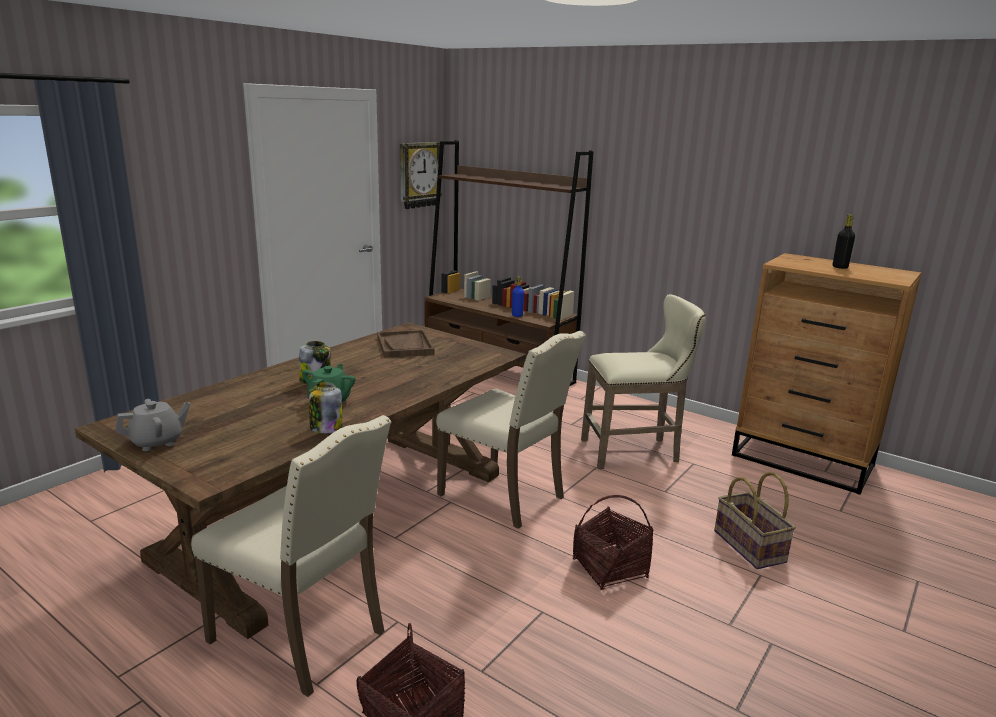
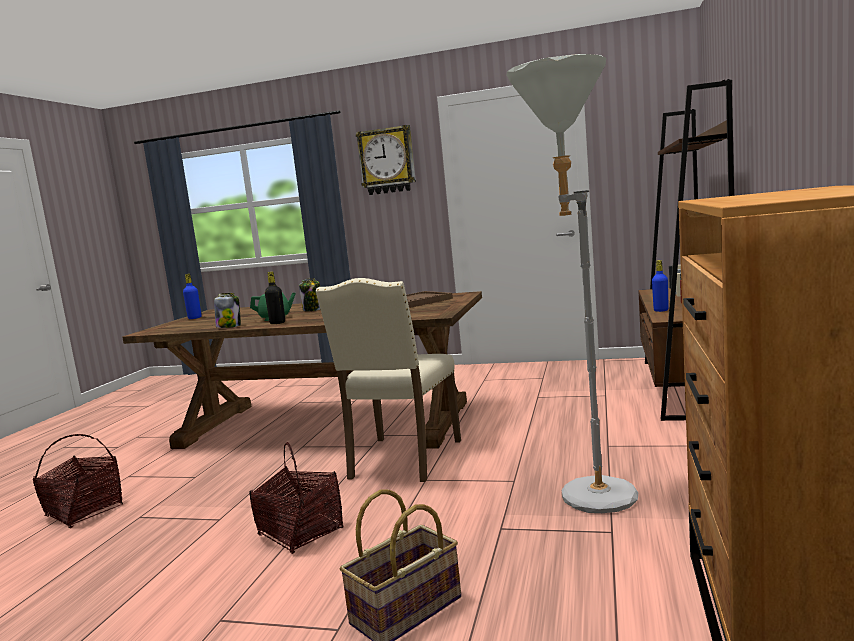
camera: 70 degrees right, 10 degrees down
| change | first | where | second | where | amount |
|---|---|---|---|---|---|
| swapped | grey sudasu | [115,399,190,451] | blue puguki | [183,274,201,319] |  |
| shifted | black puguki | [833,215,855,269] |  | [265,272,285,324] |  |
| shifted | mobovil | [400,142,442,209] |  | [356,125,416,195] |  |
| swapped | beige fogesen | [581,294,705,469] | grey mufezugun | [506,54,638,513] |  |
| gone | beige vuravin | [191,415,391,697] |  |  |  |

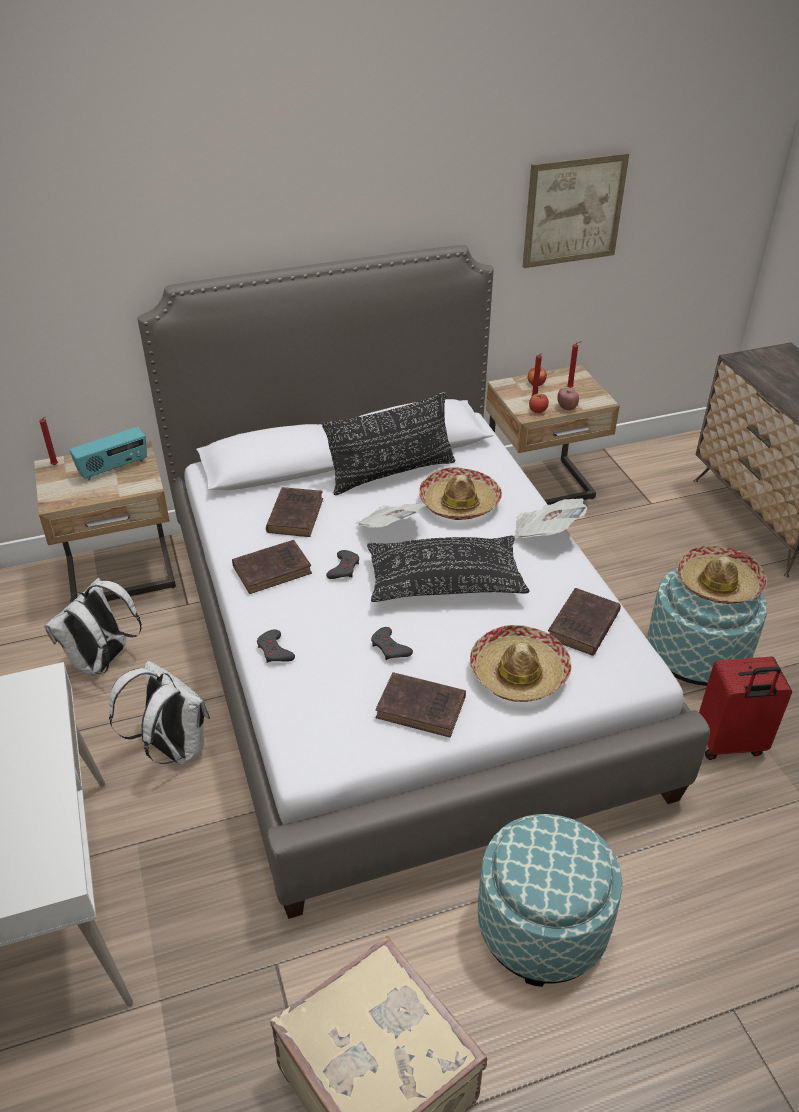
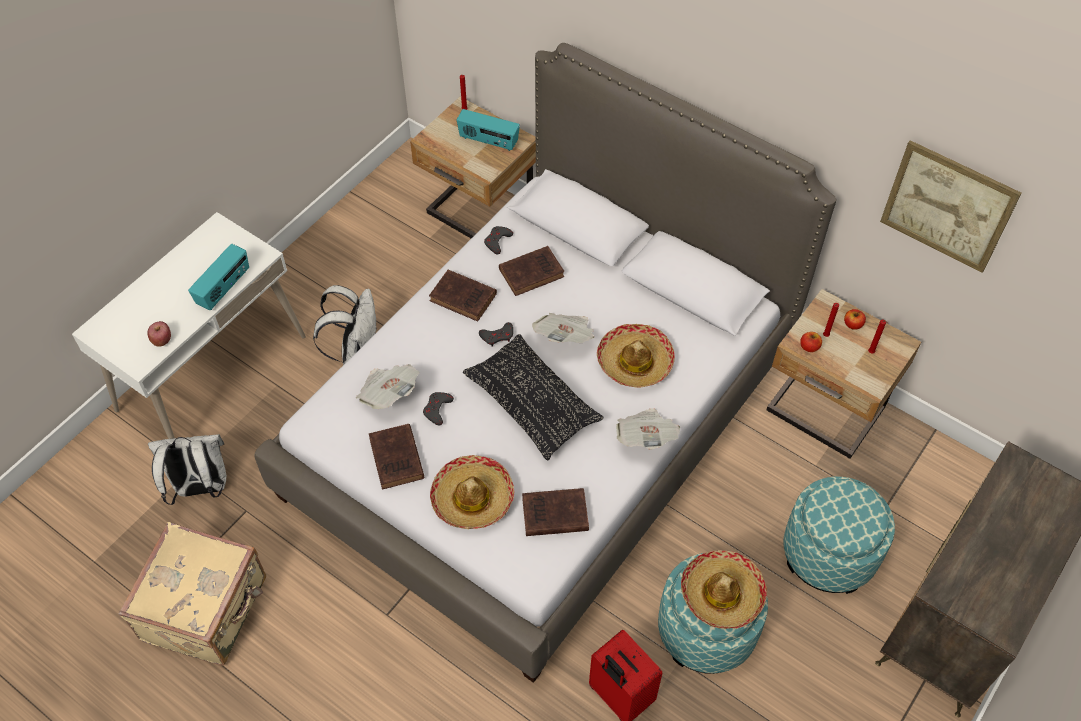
camera: 55 degrees right, 15 degrees up
| change | first | where | second | where | amount |
|---|---|---|---|---|---|
| shifted | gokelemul | [557,388,579,410] |  | [147,321,171,347] |  |
| shifted | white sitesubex | [45,578,142,676] |  | [148,434,227,505] |  |
| new |  |  | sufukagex | [188,244,249,310] |  |
| new |  |  | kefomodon | [356,364,419,409] |  |
| shifted | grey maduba | [257,629,295,663] |  | [484,226,513,255] |  |
| shifted | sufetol | [478,814,622,987] |  | [783,477,895,594] |  |
| gone | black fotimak | [322,392,455,495] |  |  |  |

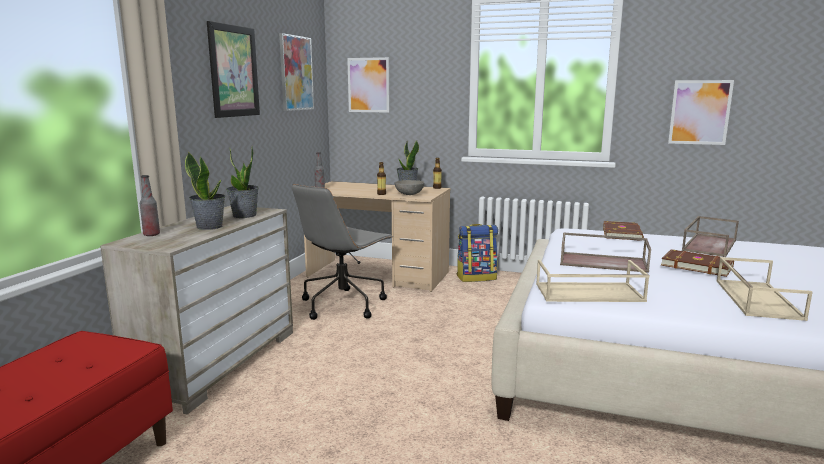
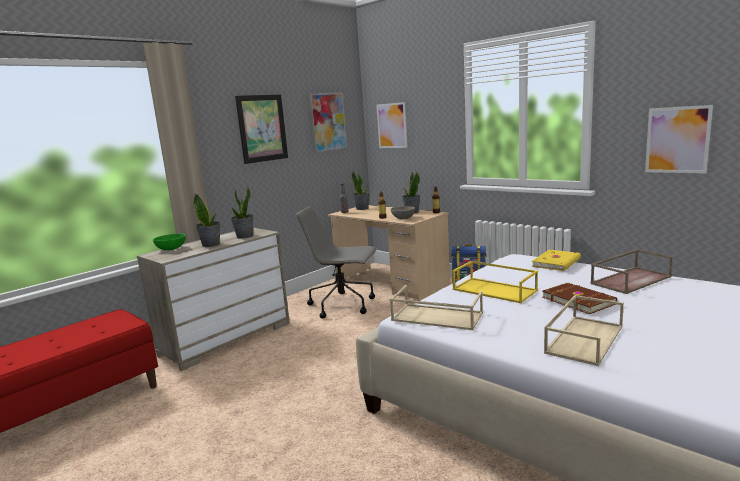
camera: 25 degrees right, 0 degrees up
| change | first | where | second | where | amount |
|---|---|---|---|---|---|
| swapped | puguki | [140,175,160,236] | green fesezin | [153,234,186,250] |  |
| rotated | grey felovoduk | [292,184,393,320] |  | [296,206,377,319] | 45 degrees clockwise |
| new |  |  | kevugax | [351,172,370,210] |  |
| repainted | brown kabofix | [560,233,651,273] | yellow kabofix | [452,261,538,303] |  |
| repainted | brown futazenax | [603,221,644,241] | yellow futazenax | [532,249,581,271] |  |

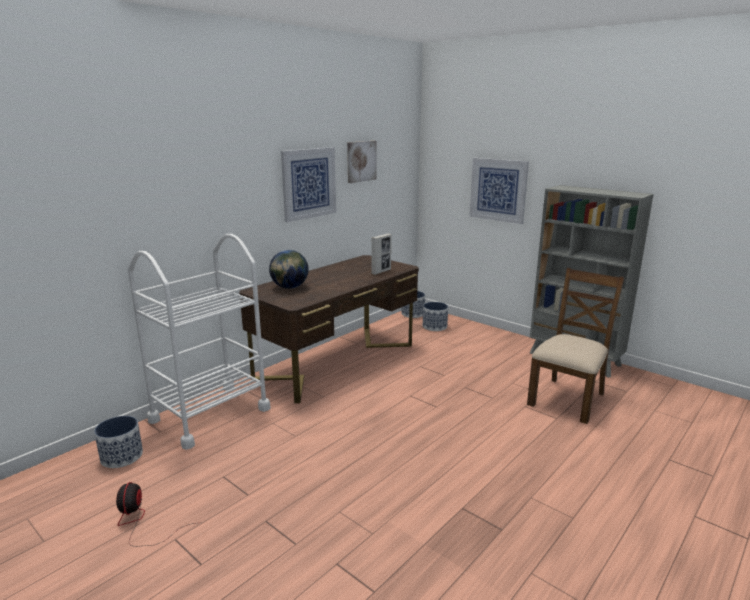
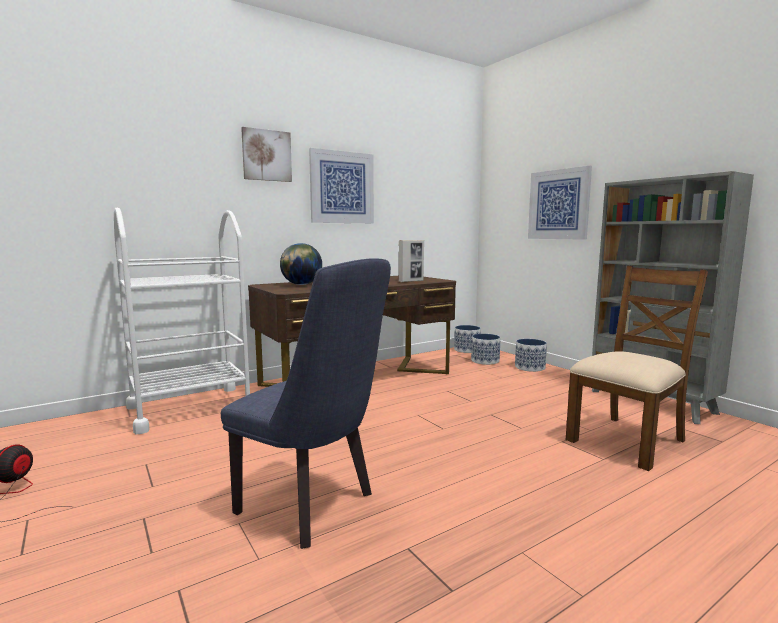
camera: 15 degrees right, 10 degrees down
| change | first | where | second | where | amount |
|---|---|---|---|---|---|
| new |  |  | blue vuravin | [221,258,391,549] |  |
| shifted | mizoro | [347,141,376,183] |  | [241,127,292,182] |  |
| shifted | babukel | [94,416,143,468] |  | [515,339,547,372] |  |

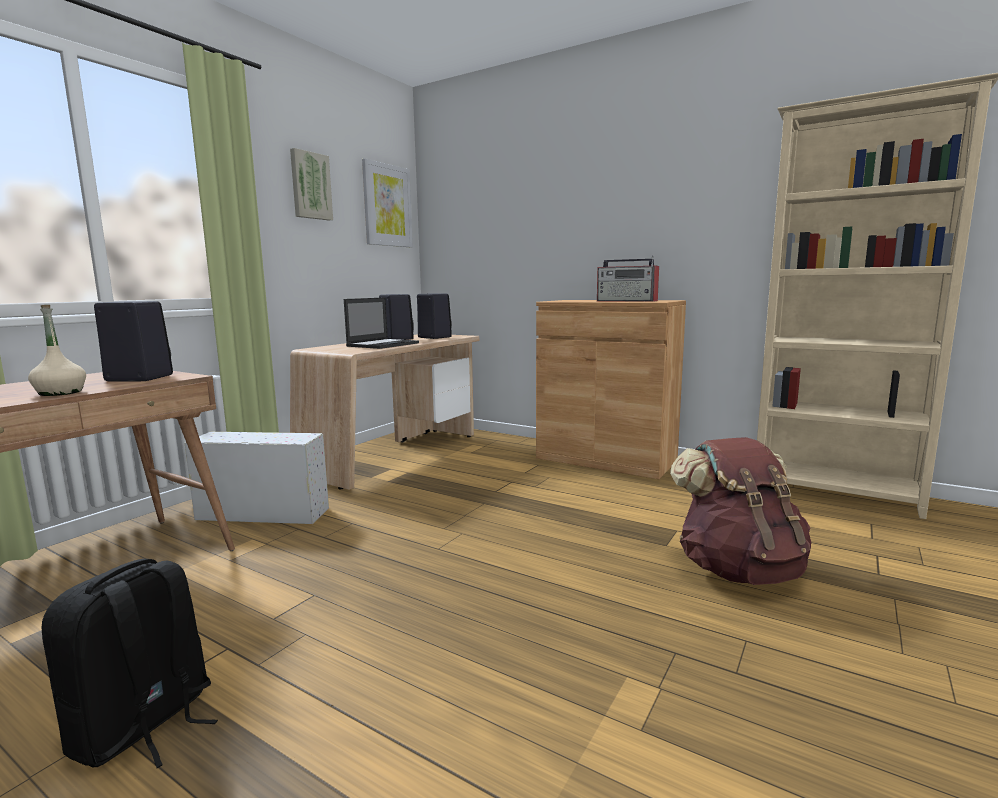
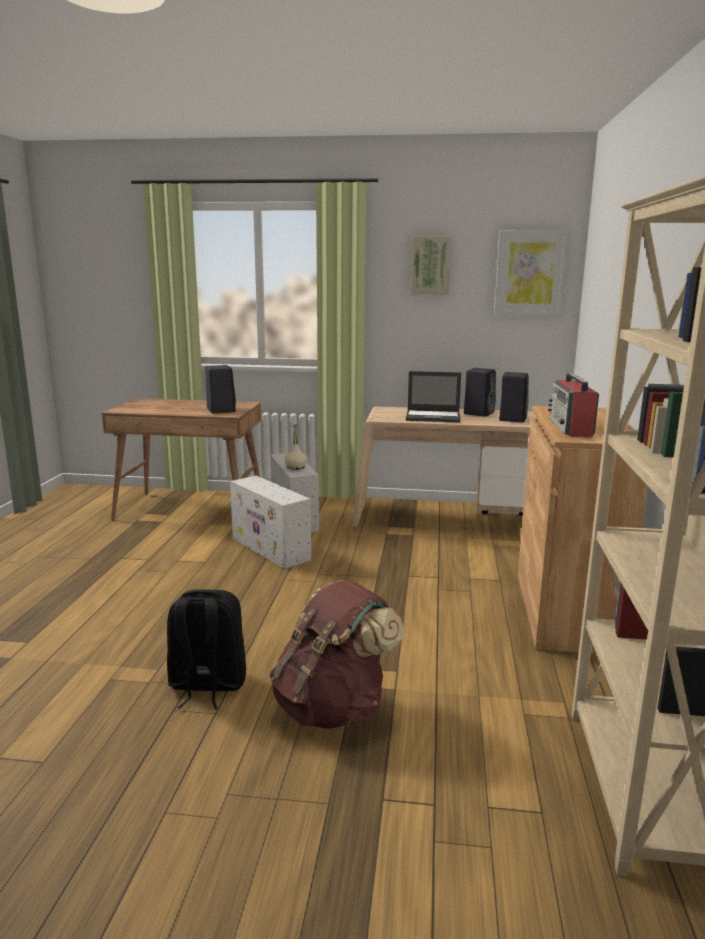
camera: 65 degrees right, 5 degrees up
| change | first | where | second | where | amount |
|---|---|---|---|---|---|
| shifted | black sitesubex | [42,559,218,768] |  | [167,589,246,709] |  |
| new |  |  | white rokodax | [230,476,311,569] |  |
| shifted | beige puguki | [28,305,86,396] |  | [284,424,308,470] |  |

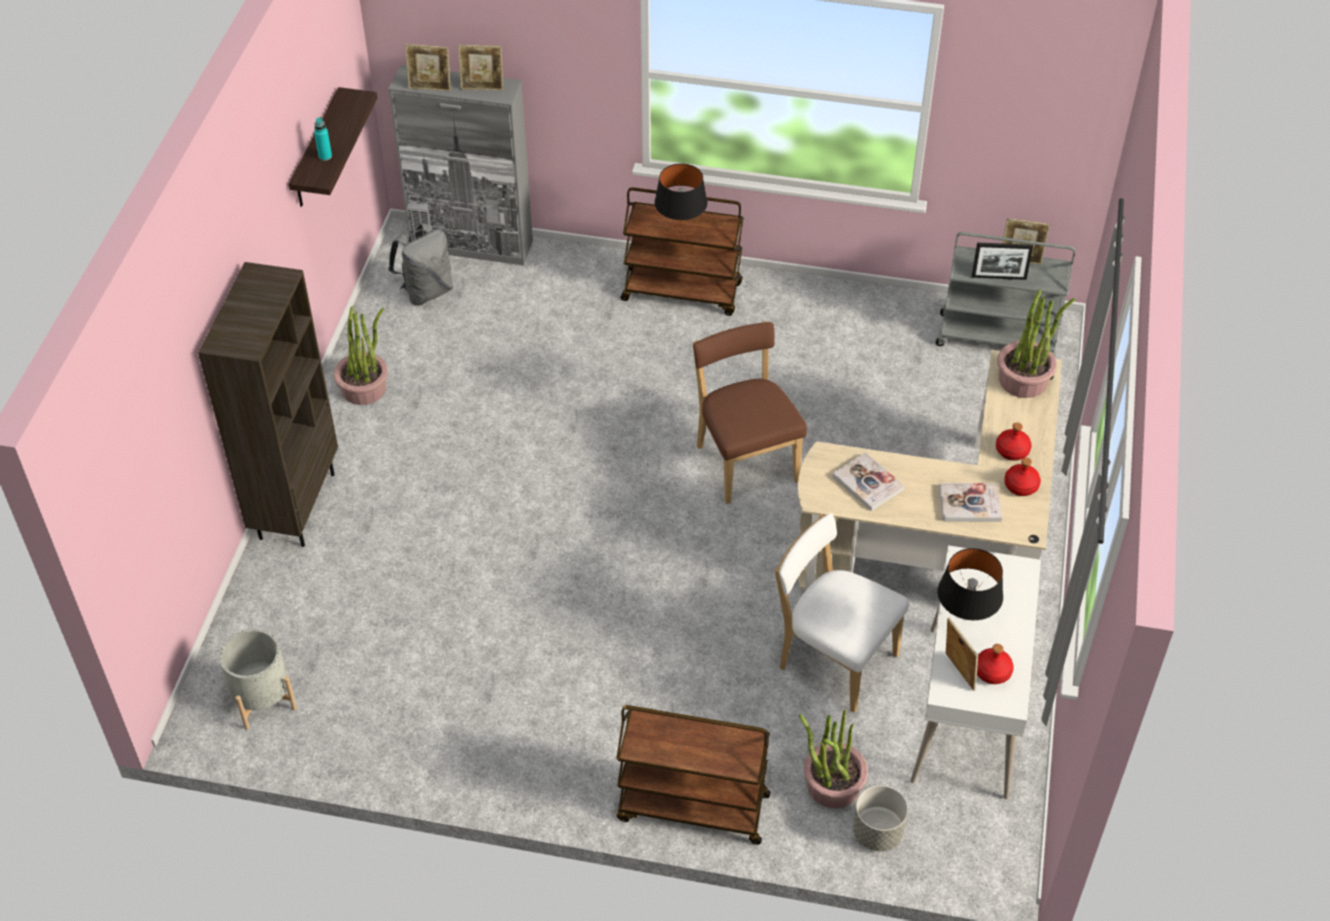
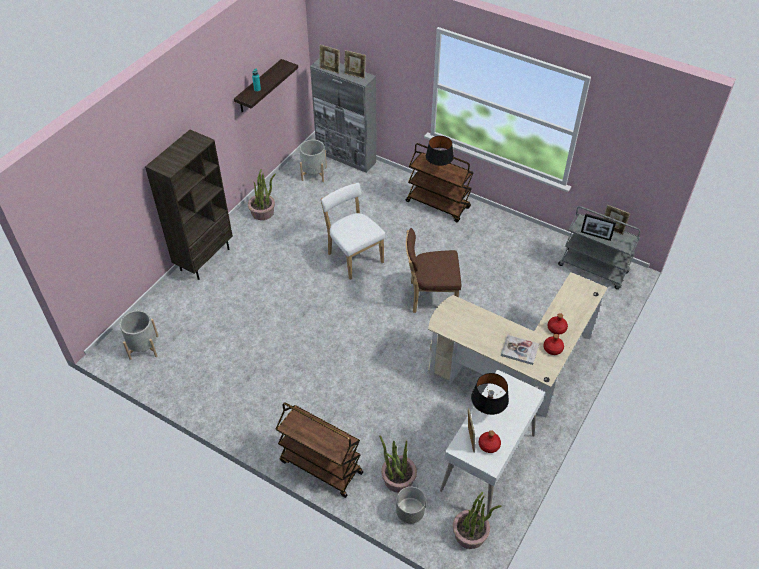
camera: 20 degrees right, 0 degrees up
| change | first | where | second | where | amount |
|---|---|---|---|---|---|
| swapped | grey sitesubex | [388,223,453,305] | grey babukel | [300,140,327,182] |  |
| shifted | white vuravin | [775,513,909,713] |  | [321,183,386,280] |  |
| rotated | brown vuravin | [693,322,807,504] |  | [406,228,461,313] | 90 degrees counterclockwise |
| shifted | kevugax | [997,289,1075,398] |  | [453,492,501,549] |  |
| gone | futazenax | [832,452,905,511] |  |  |  |

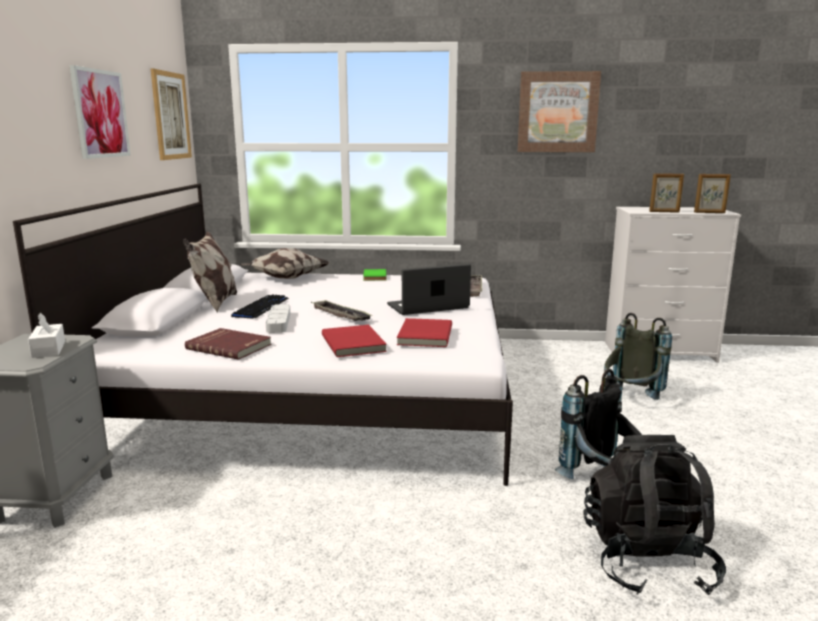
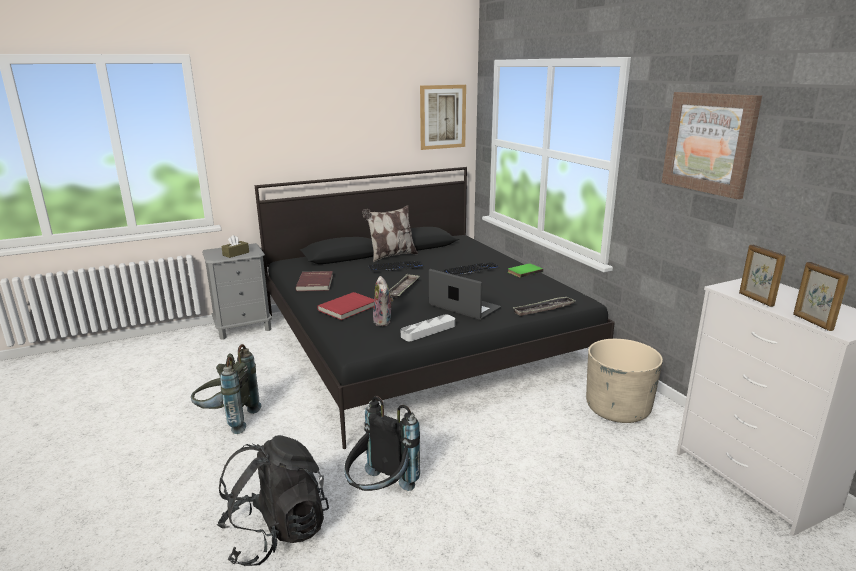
camera: 60 degrees right, 5 degrees up
| change | first | where | second | where | amount |
|---|---|---|---|---|---|
| shifted | grey sitesubex | [604,313,672,400] |  | [191,344,261,434] |  |
| repainted | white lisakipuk | [28,313,65,358] | brown lisakipuk | [221,235,249,258] |  |
| repainted | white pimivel | [13,183,513,486] | black pimivel | [255,167,615,449] |  |
| swapped | red futazenax | [397,318,452,347] | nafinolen | [373,276,394,326] |  |
| shifted | grey kabofix | [266,304,290,333] |  | [401,315,455,341] |  |
| new |  |  | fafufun | [444,262,500,276] |  |
| new |  |  | beige babukel | [586,339,663,423] |  |
| gone | mizoro | [69,65,131,159] |  |  |  |
| gone | fotimak | [240,248,329,279] |  |  |  |

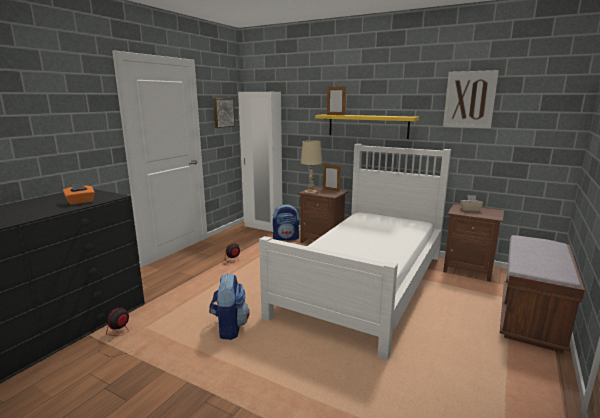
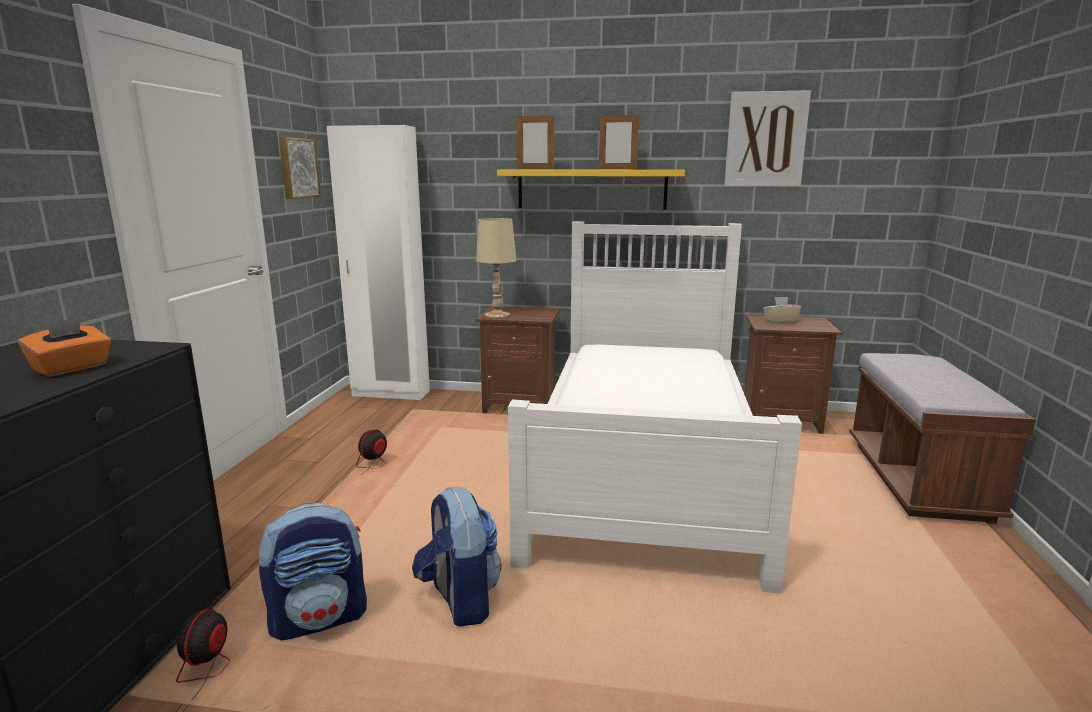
camera: 20 degrees left, 0 degrees up
| change | first | where | second | where | amount |
|---|---|---|---|---|---|
| shifted | sitesubex | [273,204,299,240] |  | [258,503,367,640] |  |
| shifted | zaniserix | [323,164,341,192] |  | [599,113,639,169] |  |

